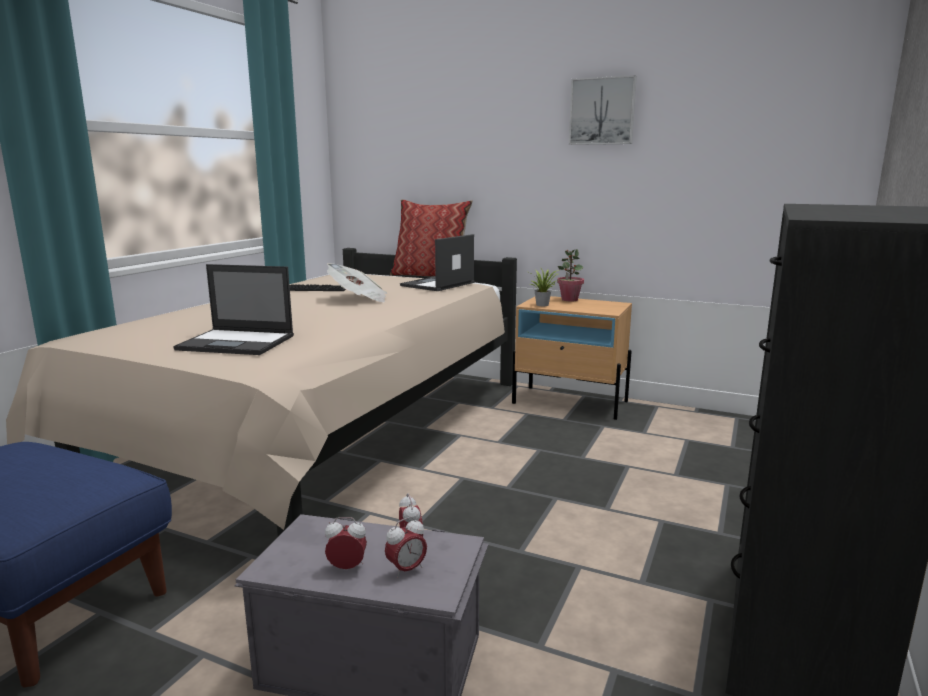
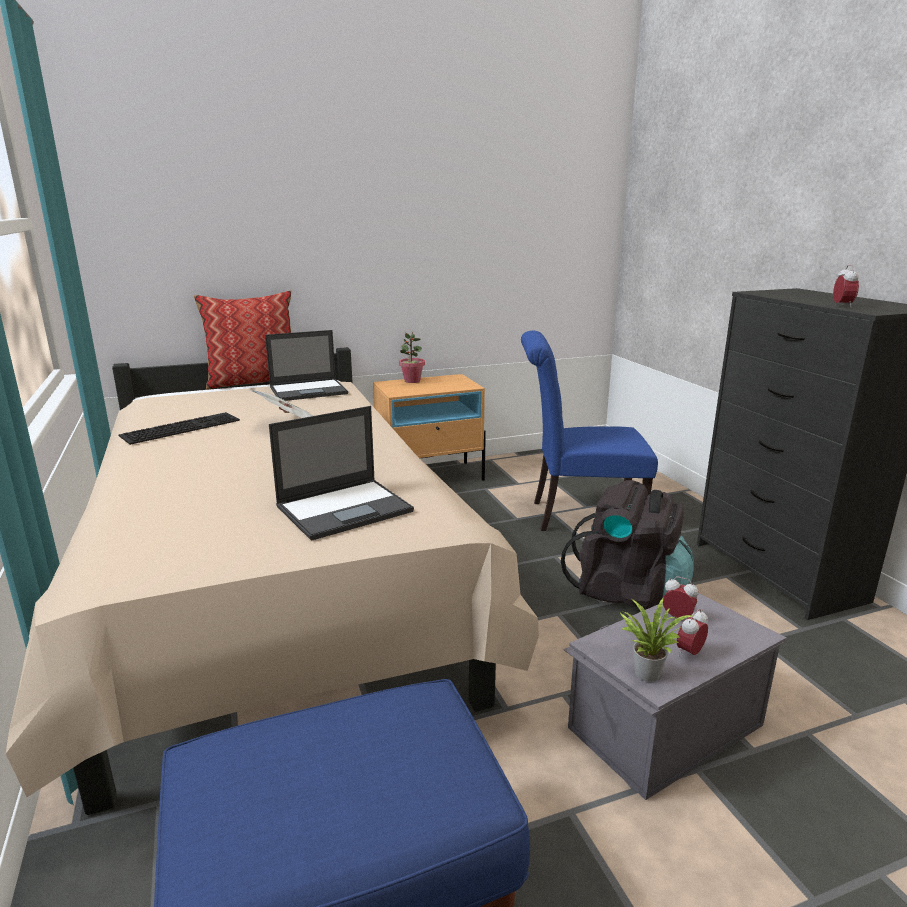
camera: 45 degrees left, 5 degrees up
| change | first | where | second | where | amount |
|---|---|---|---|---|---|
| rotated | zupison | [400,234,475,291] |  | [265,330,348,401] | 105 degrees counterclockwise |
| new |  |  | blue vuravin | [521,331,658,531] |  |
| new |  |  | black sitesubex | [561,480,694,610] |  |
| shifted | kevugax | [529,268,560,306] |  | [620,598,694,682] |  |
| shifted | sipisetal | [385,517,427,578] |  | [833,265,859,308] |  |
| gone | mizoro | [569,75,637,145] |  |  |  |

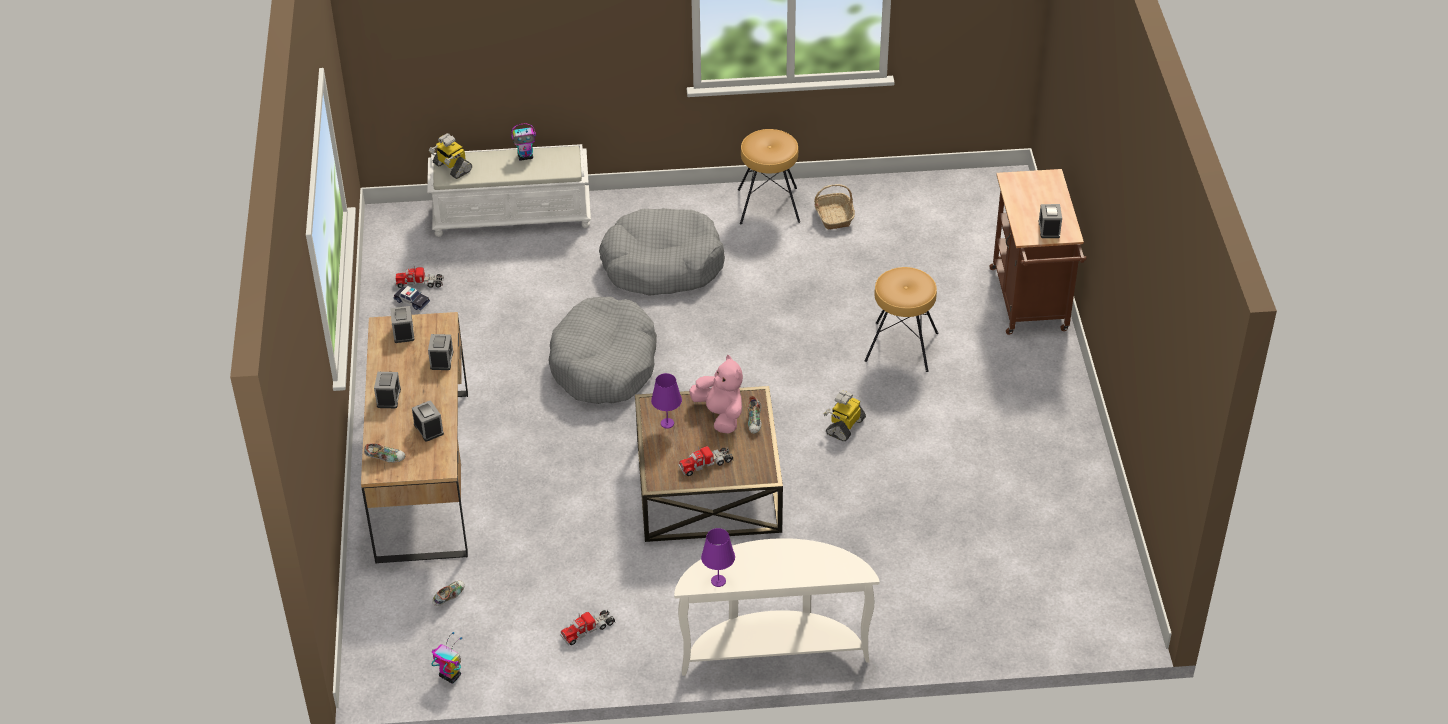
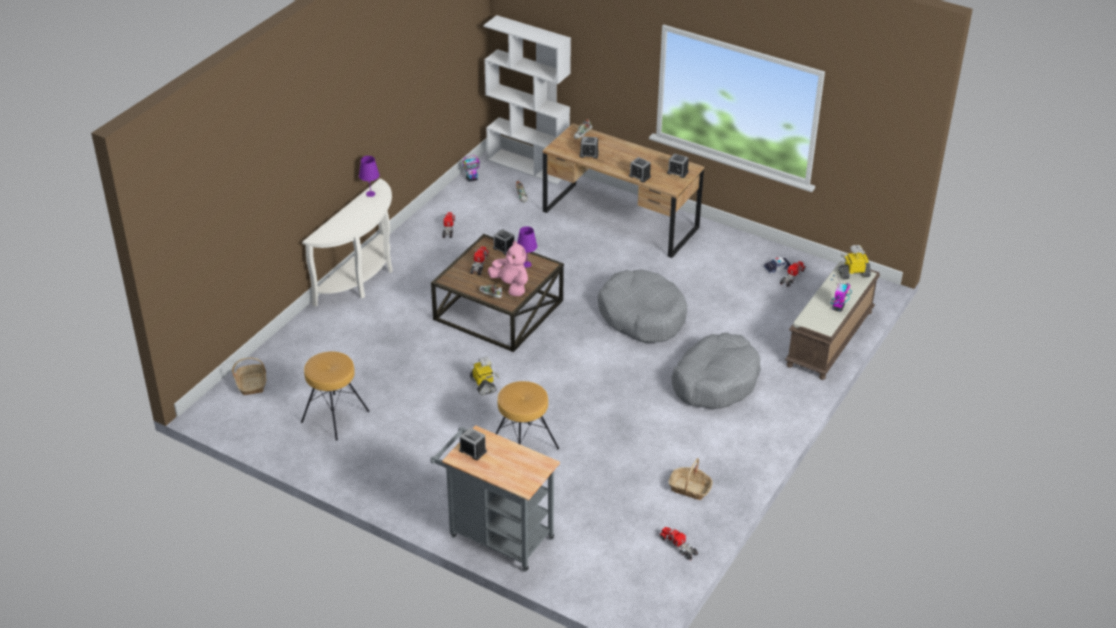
camera: 125 degrees right, 5 degrees down
| change | first | where | second | where | amount |
|---|---|---|---|---|---|
| new |  |  | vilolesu | [232,357,267,395] |  |
| shifted | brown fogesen | [738,129,800,224] |  | [301,351,370,441] |  |
| repainted | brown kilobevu | [989,169,1087,335] | grey kilobevu | [430,425,560,572] |  |
| new |  |  | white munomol | [483,15,571,185] |  |
| rotated | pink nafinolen | [689,355,743,434] |  | [488,240,528,296] | 135 degrees counterclockwise |
| shifted | sipisetal | [374,372,401,408] |  | [493,229,514,255] |  |
| new |  |  | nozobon | [659,527,698,560] |  |
| repainted | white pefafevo | [427,144,591,237] | brown pefafevo | [785,261,880,380] |  |

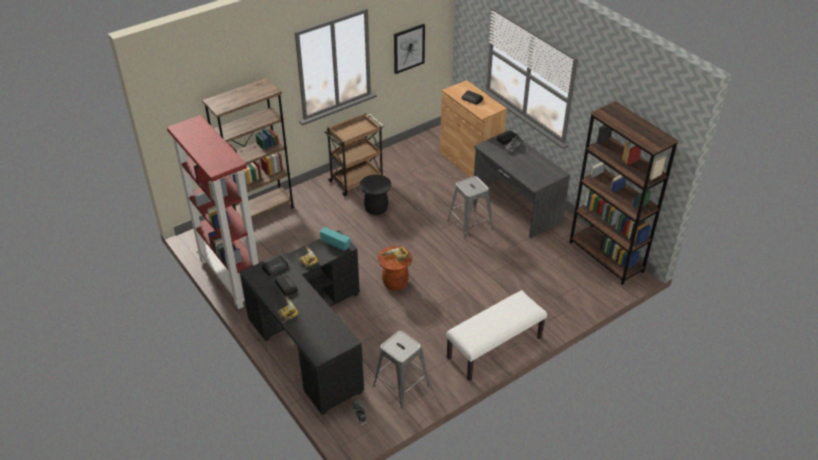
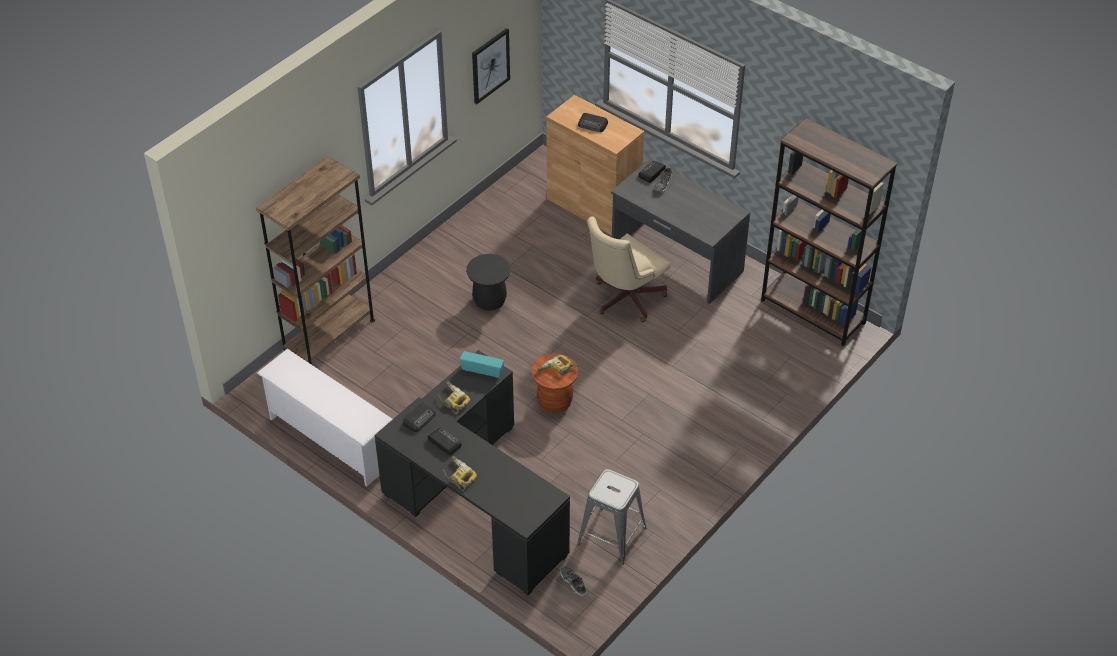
camera: 15 degrees left, 5 degrees up
| change | first | where | second | where | amount |
|---|---|---|---|---|---|
| swapped | red munomol | [167,115,259,309] | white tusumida | [257,349,393,487] |  |
| swapped | grey fogesen | [447,176,493,240] | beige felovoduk | [587,216,670,322] |  |
| gone | brown kilobevu | [324,113,384,196] |  |  |  |
| gone | white pefafevo | [446,290,547,381] |  |  |  |

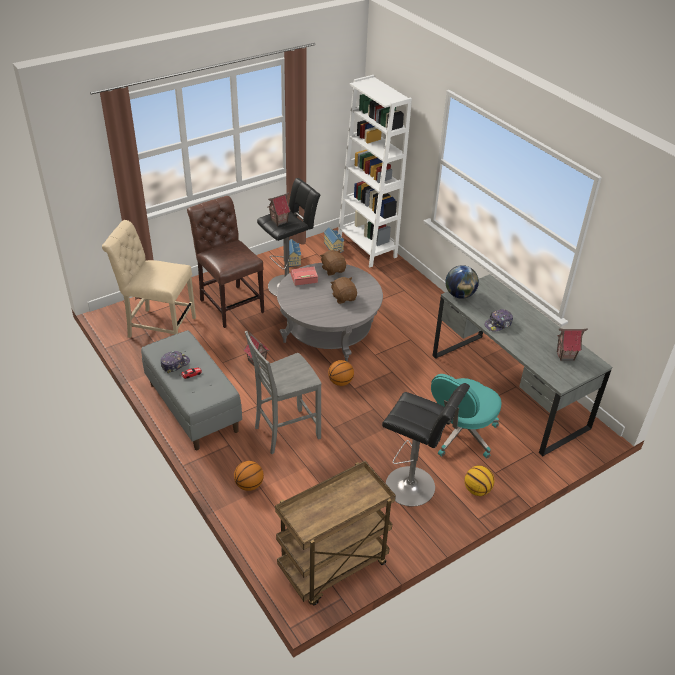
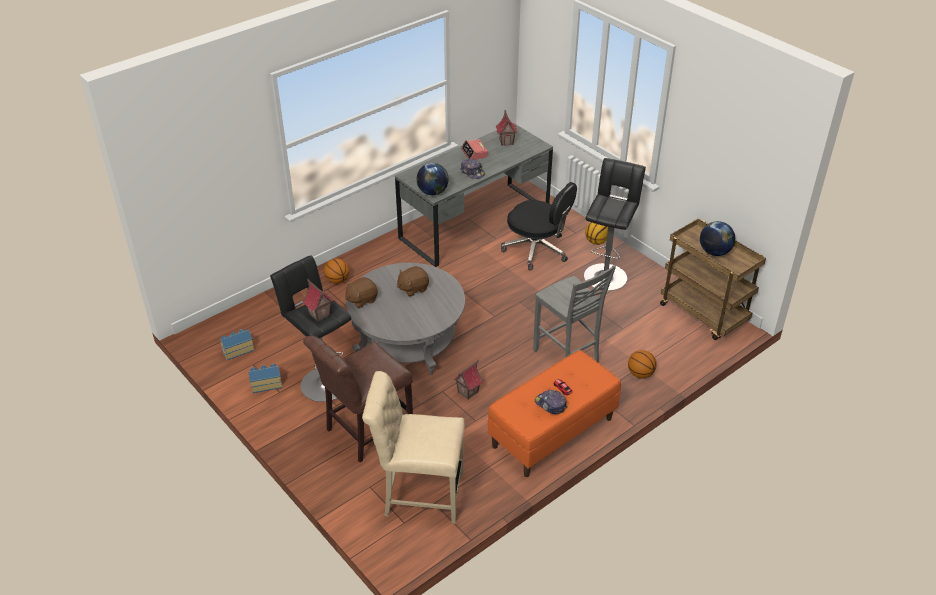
camera: 95 degrees left, 0 degrees up
| change | first | where | second | where | amount |
|---|---|---|---|---|---|
| shifted | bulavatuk | [328,360,354,386] |  | [324,258,349,284] |  |
| rotated | beige vuravin | [102,220,196,338] |  | [362,371,465,524] | 90 degrees clockwise |
| shifted | sipisetal | [290,266,318,286] |  | [461,139,488,160] |  |
| repainted | grey pefafevo | [141,330,242,450] | orange pefafevo | [488,350,621,477] |  |
| repainted | turquoise felovoduk | [431,374,502,459] | black felovoduk | [501,182,577,271] |  |
| new |  |  | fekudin | [700,221,735,256] |  |
| gone | white munomol | [338,75,412,267] |  |  |  |

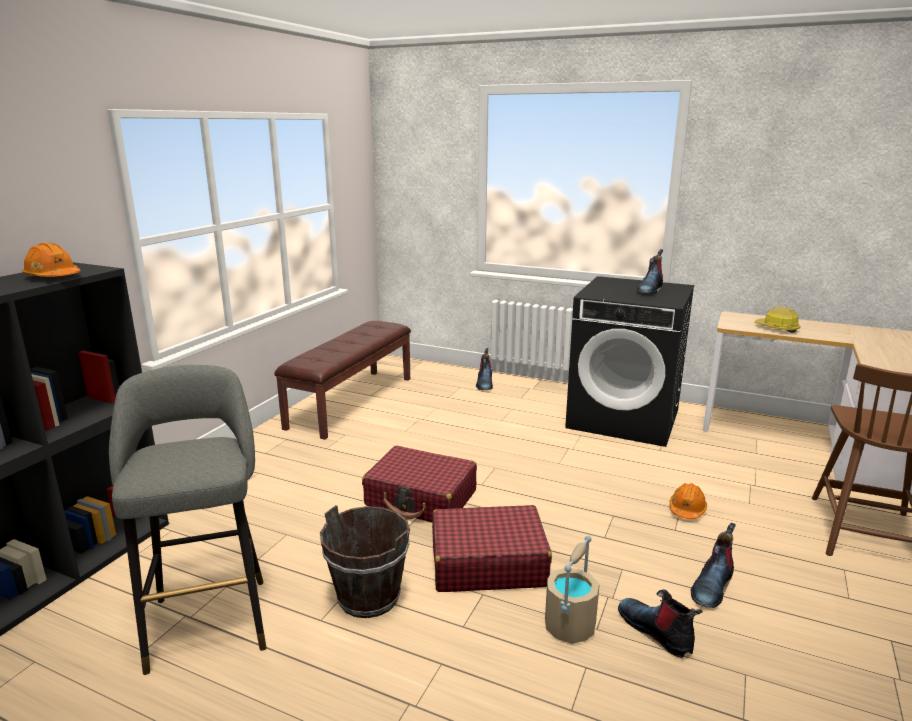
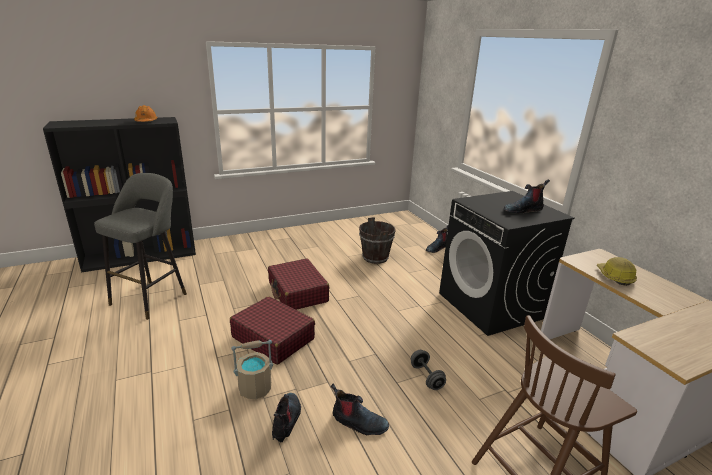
camera: 40 degrees right, 5 degrees up
| change | first | where | second | where | amount |
|---|---|---|---|---|---|
| rotated | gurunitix | [691,523,736,608] |  | [331,384,389,435] | 150 degrees counterclockwise |
| shifted | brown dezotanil | [320,505,410,618] |  | [359,217,396,264] |  |
| swapped | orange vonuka | [670,483,707,519] | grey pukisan | [411,350,446,390] |  |
| gone | brown pefafevo | [274,321,411,440] |  |  |  |

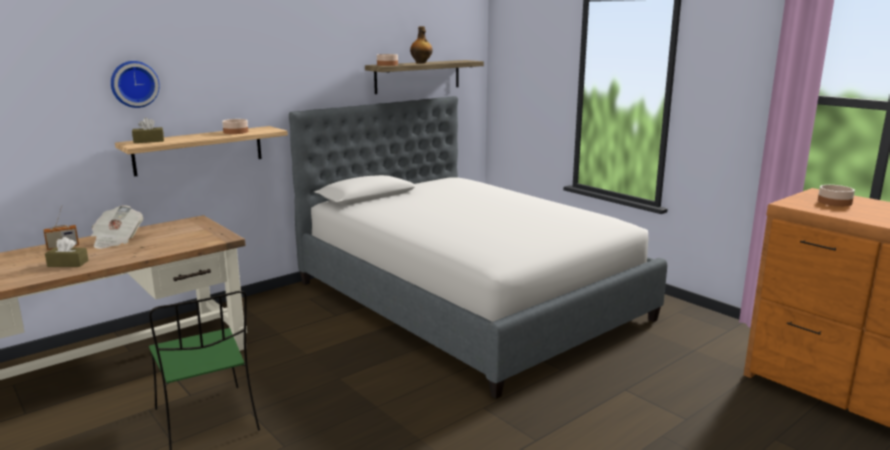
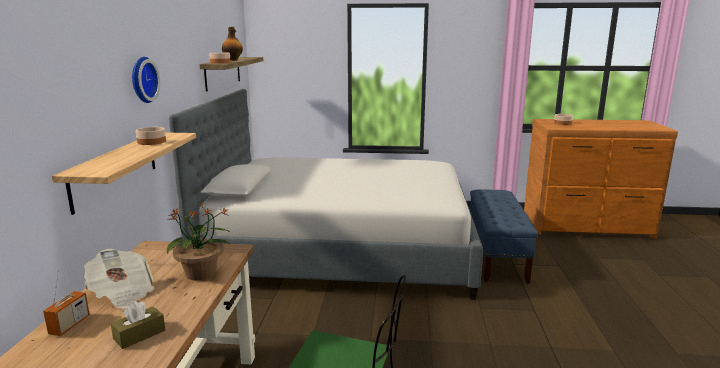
camera: 45 degrees left, 0 degrees up
| change | first | where | second | where | amount |
|---|---|---|---|---|---|
| shifted | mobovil | [111,61,160,108] |  | [132,57,160,103] |  |
| new |  |  | kevugax | [167,203,230,281] |  |
| new |  |  | blue pefafevo | [470,189,538,283] |  |
| gone | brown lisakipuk | [132,118,164,143] |  |  |  |

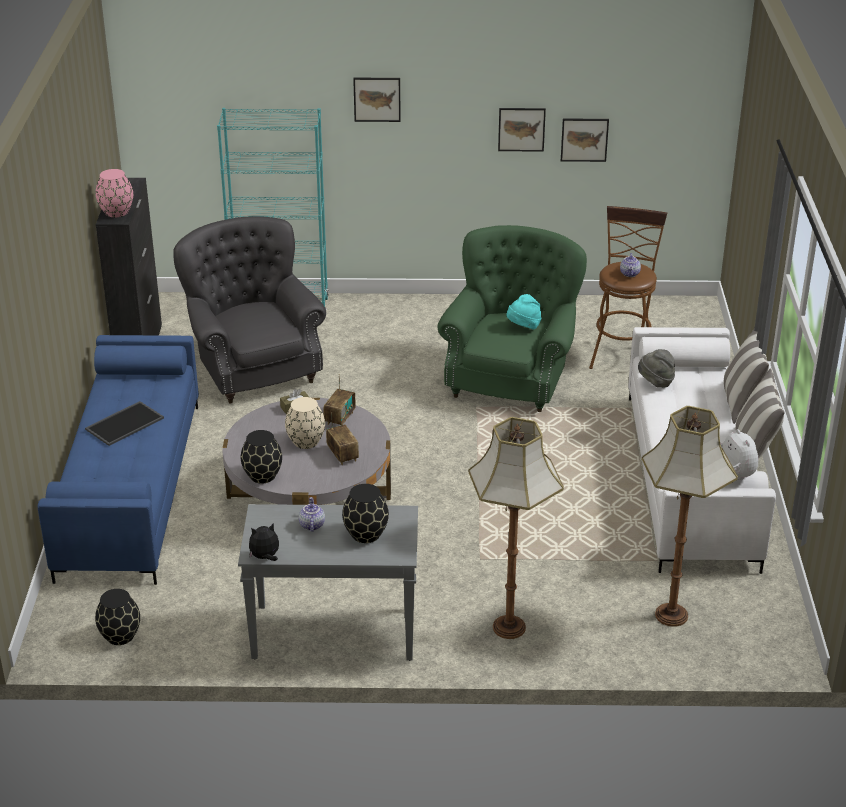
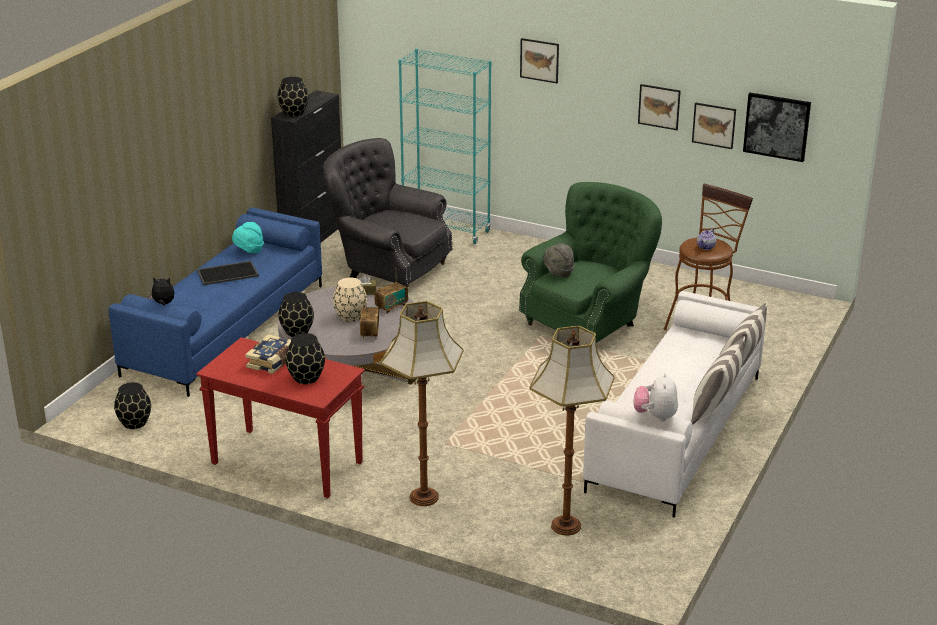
camera: 25 degrees right, 5 degrees down
| change | first | where | second | where | amount |
|---|---|---|---|---|---|
| shifted | nafinolen | [249,523,279,561] |  | [148,277,174,305] |  |
| repainted | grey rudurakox | [238,504,418,661] | red rudurakox | [196,337,365,498] |  |
| shifted | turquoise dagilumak | [506,294,541,330] |  | [232,222,264,253] |  |
| swapped | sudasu | [299,497,325,532] | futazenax | [245,334,291,374] |  |
| repainted | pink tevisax | [96,169,133,217] | black tevisax | [278,77,308,117] |  |
| rotated | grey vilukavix | [173,216,326,404] |  | [323,138,452,288] | 60 degrees counterclockwise |
| shifted | grey dagilumak | [638,349,675,388] |  | [543,243,574,277] |  |
| new |  |  | mizoro | [743,93,811,162] |  |

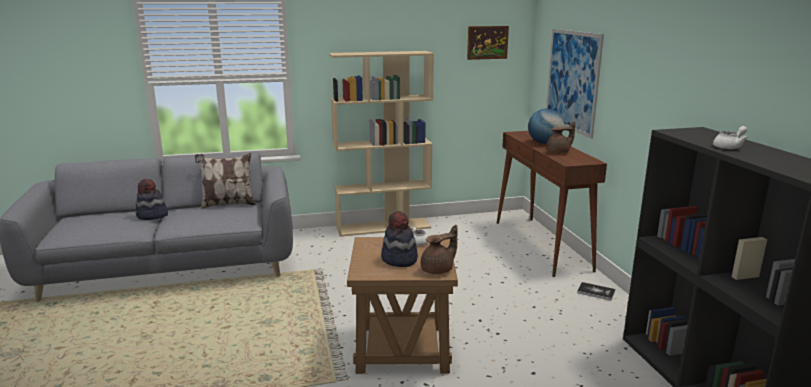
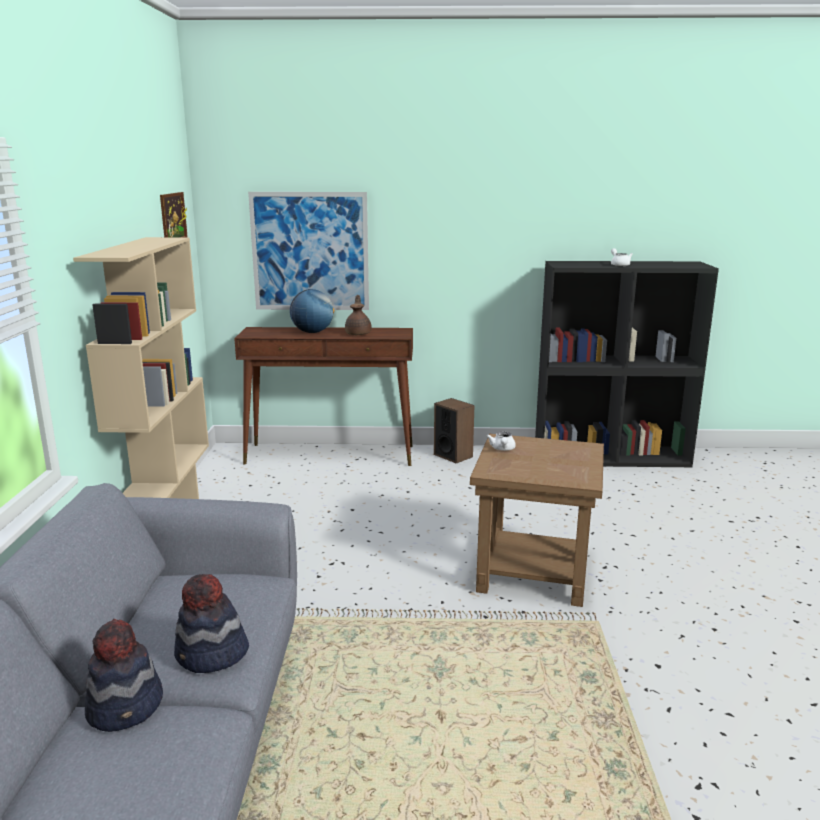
camera: 75 degrees left, 0 degrees up
| change | first | where | second | where | amount |
|---|---|---|---|---|---|
| shifted | dagilumak | [381,211,418,267] |  | [174,574,249,673] |  |
| swapped | futazenax | [577,282,615,301] | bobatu | [434,398,475,463] |  |
| gone | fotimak | [195,153,256,209] |  |  |  |
| gone | brown sudasu | [421,225,458,274] |  |  |  |

